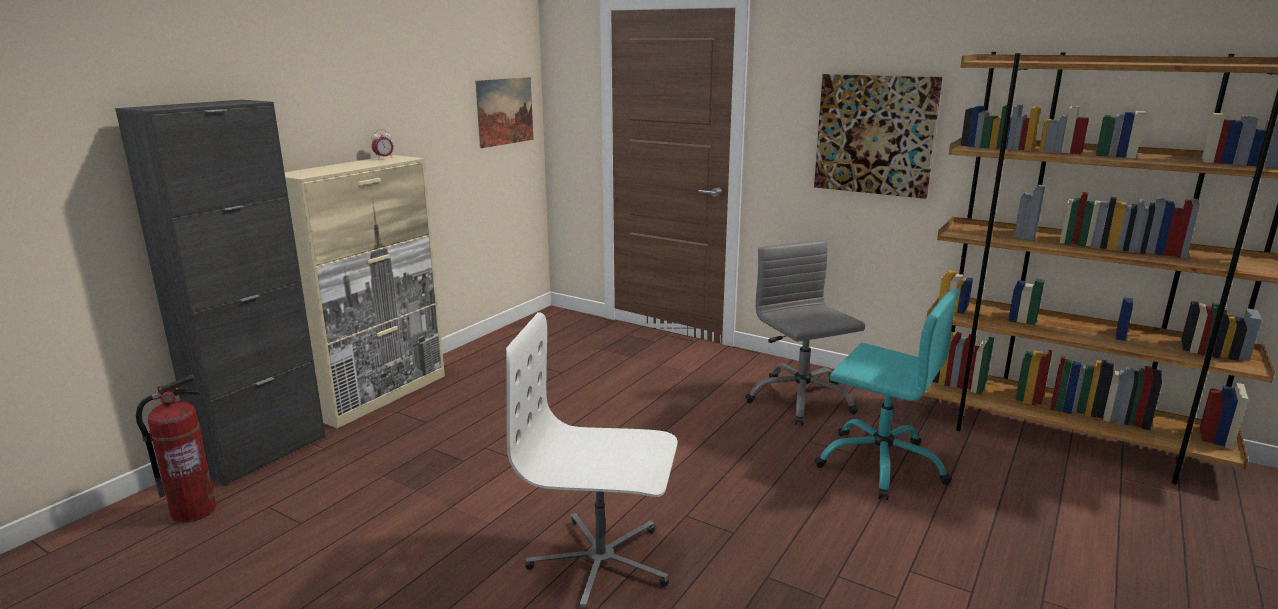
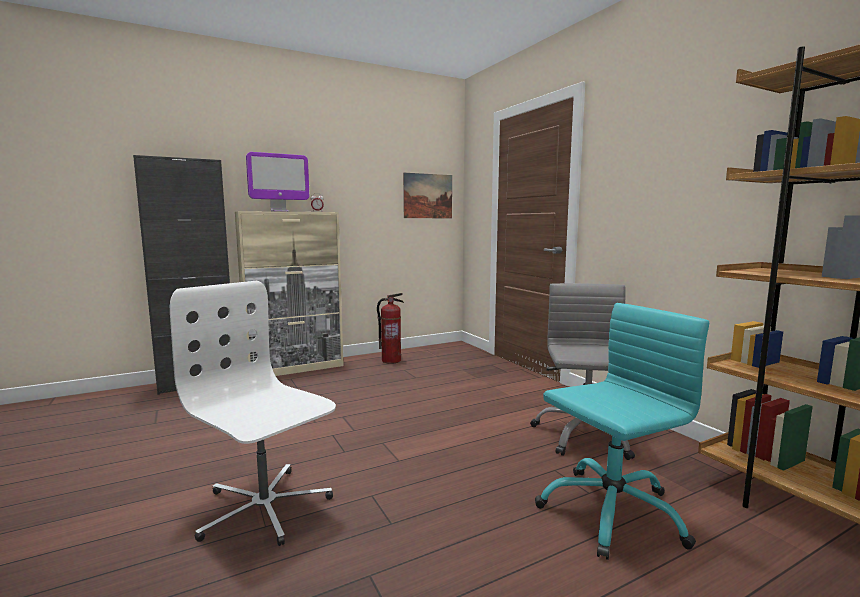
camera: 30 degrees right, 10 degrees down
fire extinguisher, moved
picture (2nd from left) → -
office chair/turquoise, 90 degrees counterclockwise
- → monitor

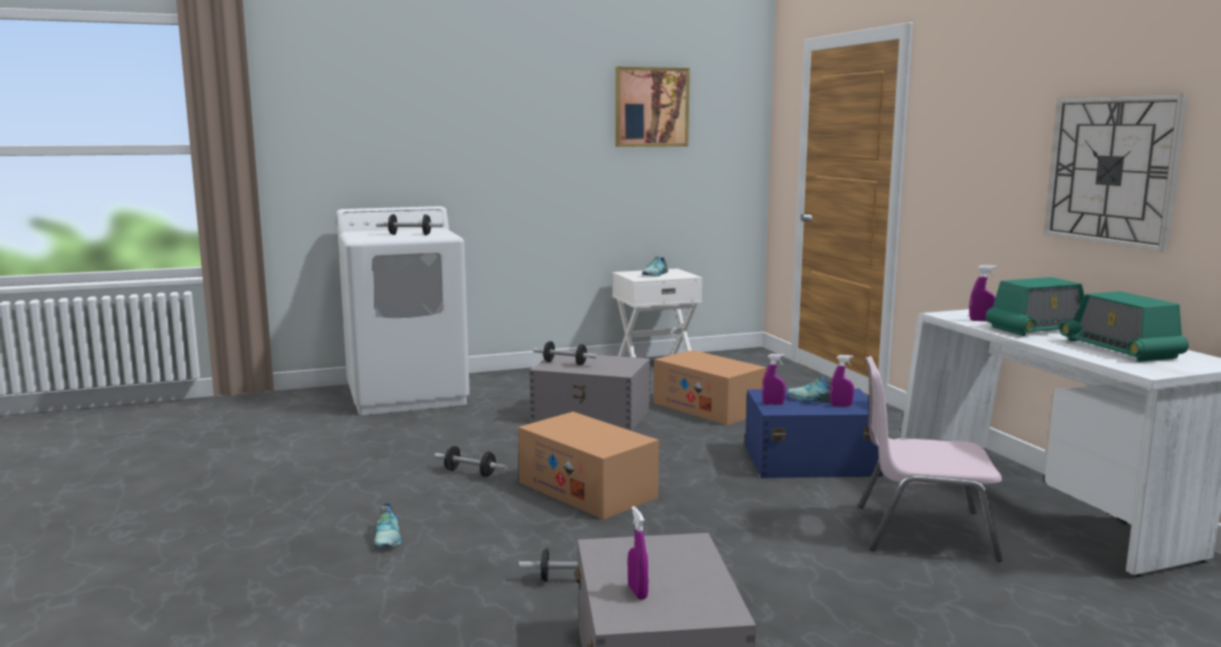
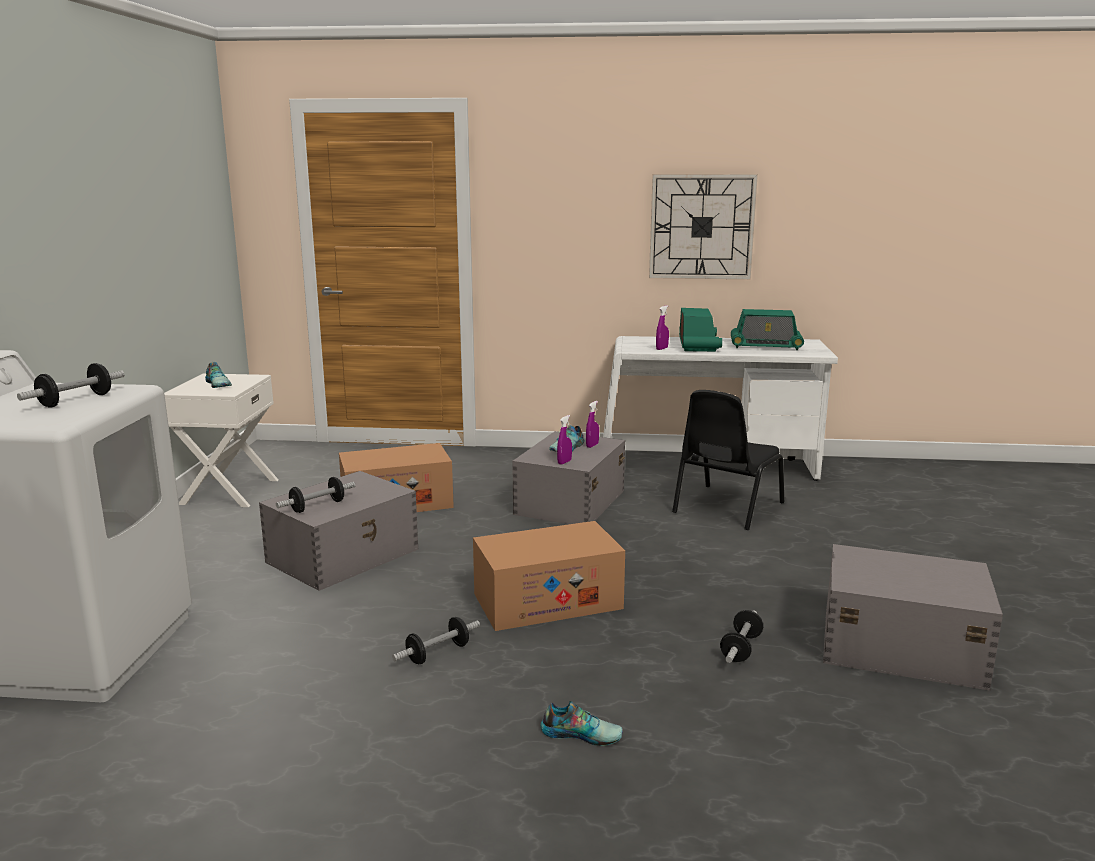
camera: 65 degrees left, 5 degrees up
picture → -
spray bottle/purple (1st from left) → -
storage box/blue → storage box/grey (2nd from left)
chair/pink → chair/black

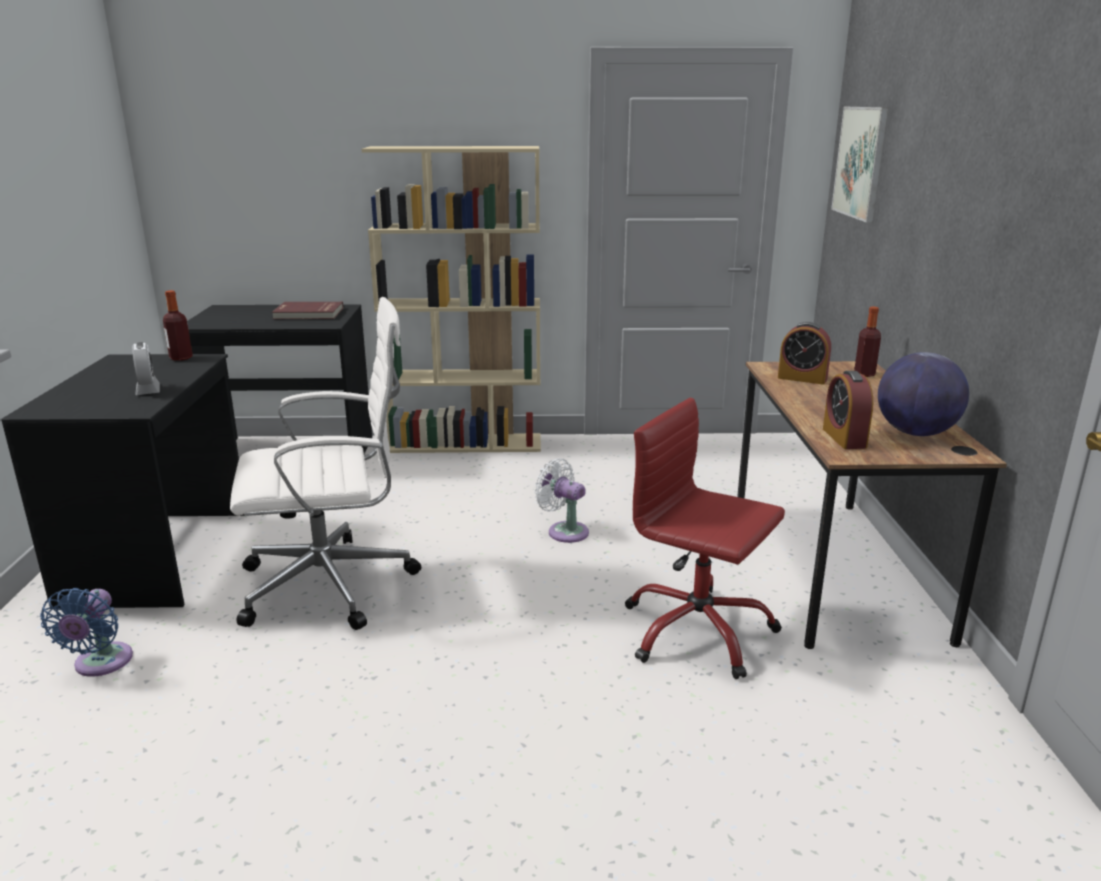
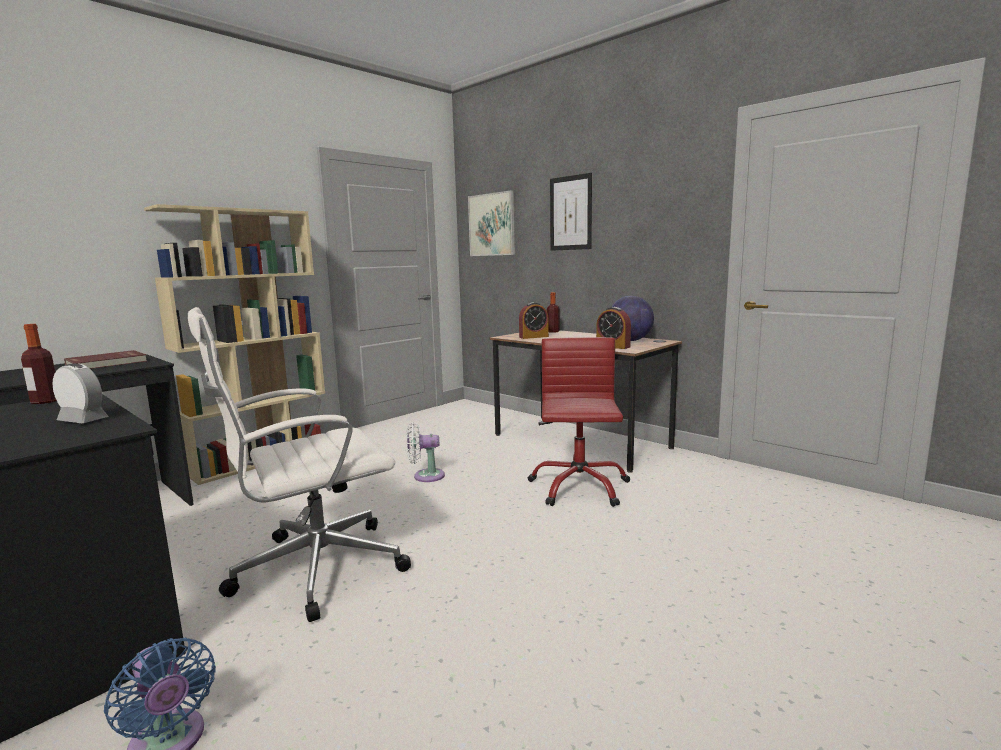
camera: 45 degrees left, 10 degrees down
office chair/white, 150 degrees counterclockwise
office chair/red, 105 degrees clockwise
- → picture (2nd from left)

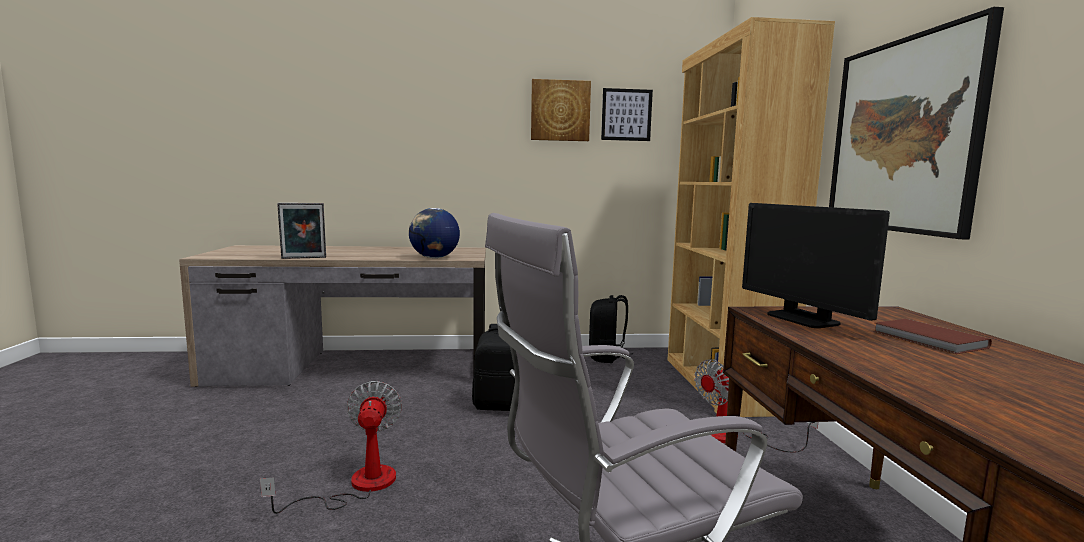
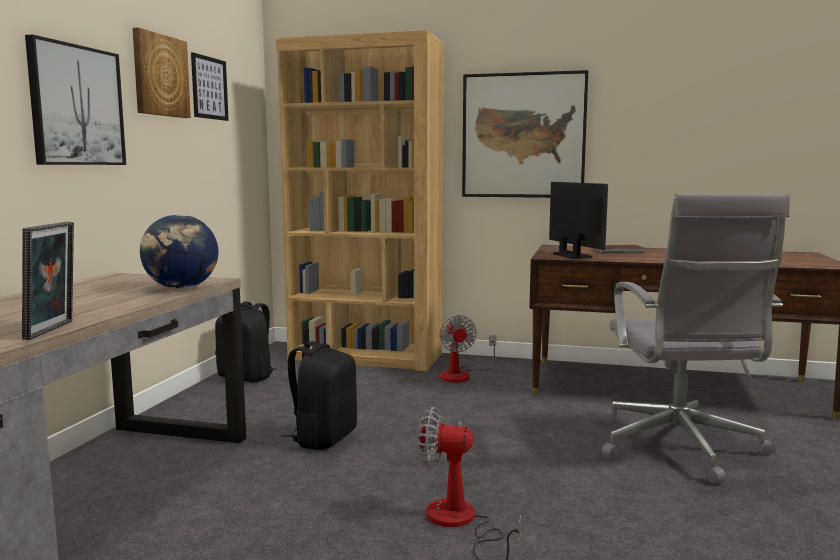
camera: 70 degrees left, 0 degrees up
monitor, 105 degrees counterclockwise
- → picture (1st from left)

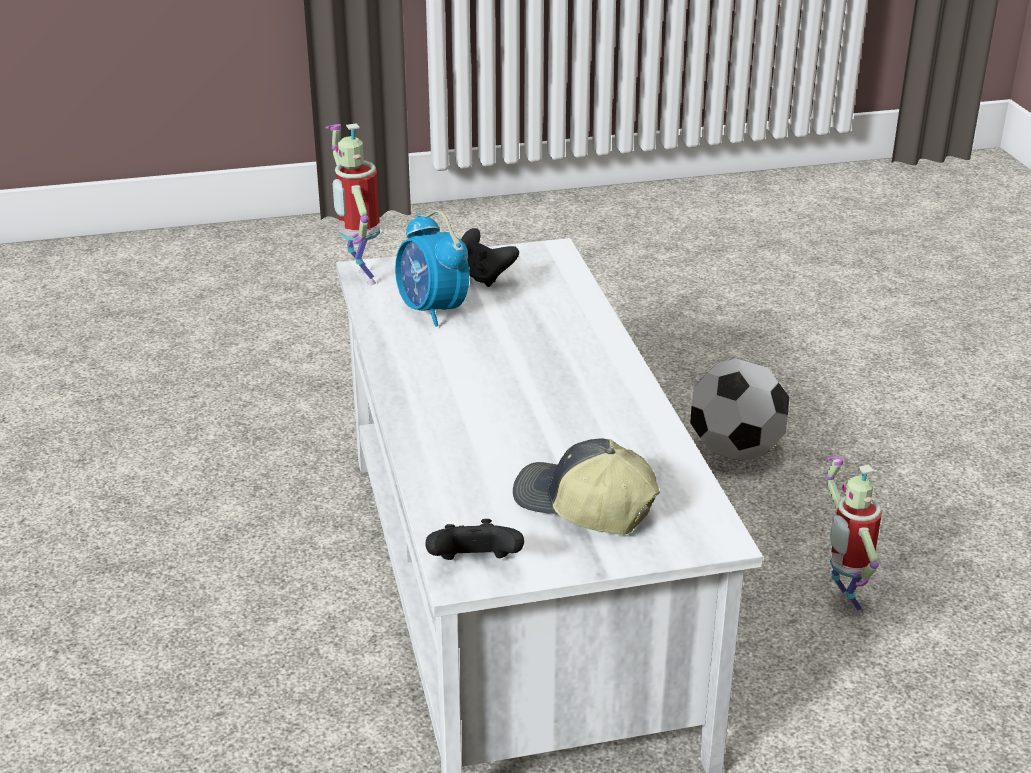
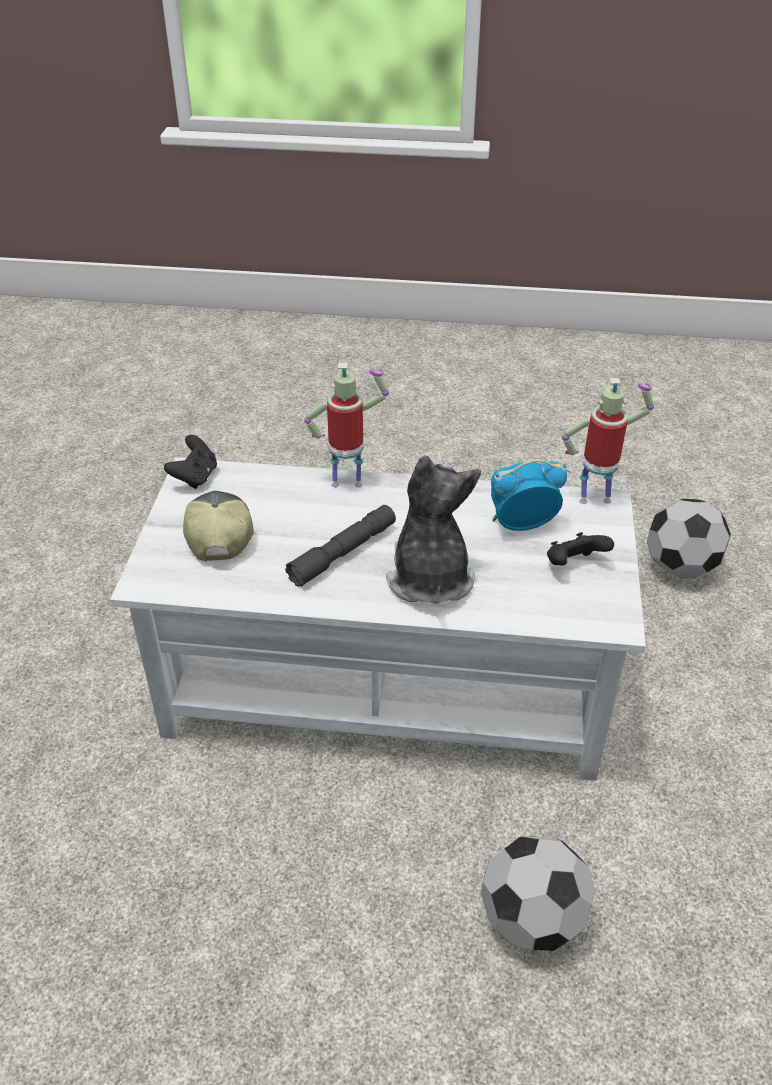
camera: 110 degrees right, 10 degrees up
cap, 60 degrees counterclockwise
toy robot (2nd from left in the first image) → toy robot (1st from left), moved
- → flashlight/grey
- → plush toy
- → football (2nd from left)

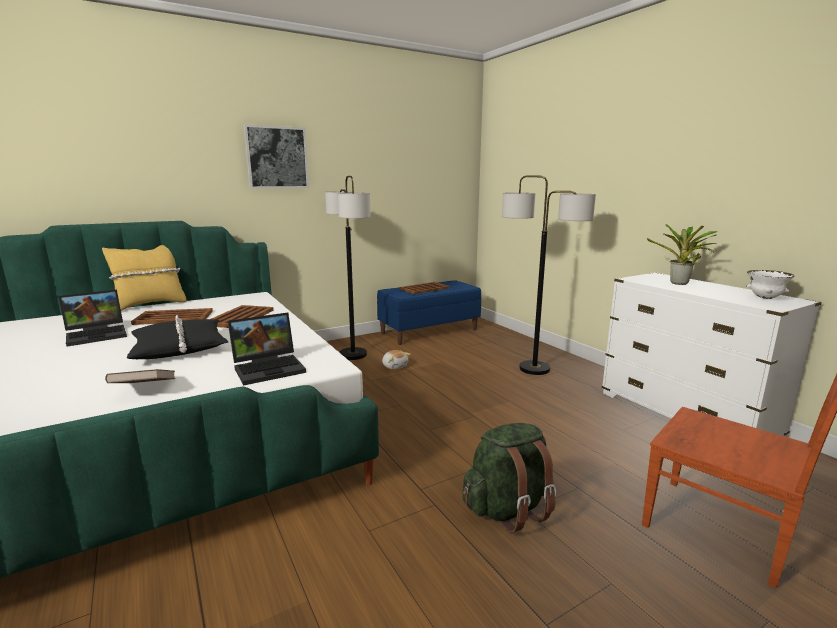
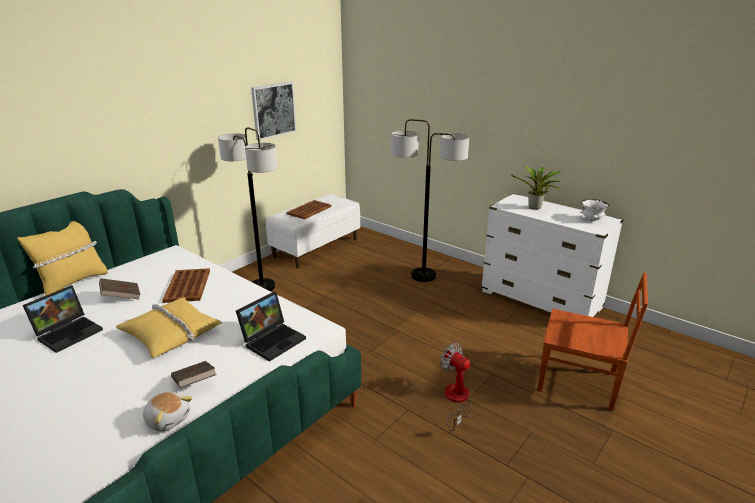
camera: 20 degrees left, 10 degrees up
pillow/black → pillow/yellow (2nd from left)
tray/brown (1st from left) → book/brown (1st from left)
picture, moved
bench/blue → bench/white
plush toy, moved
backpack/green → fan

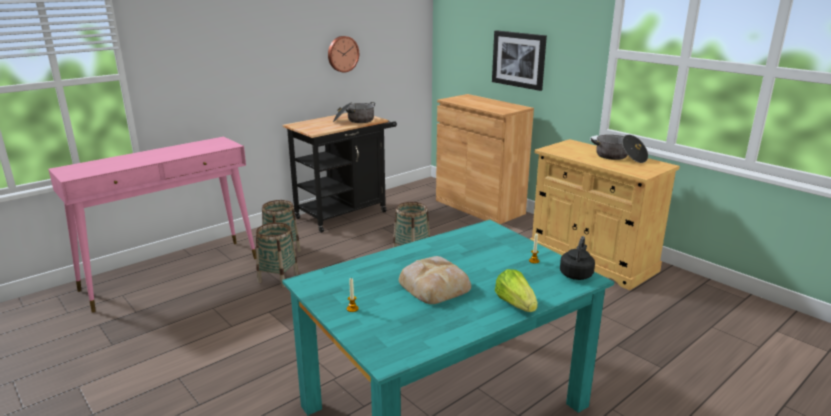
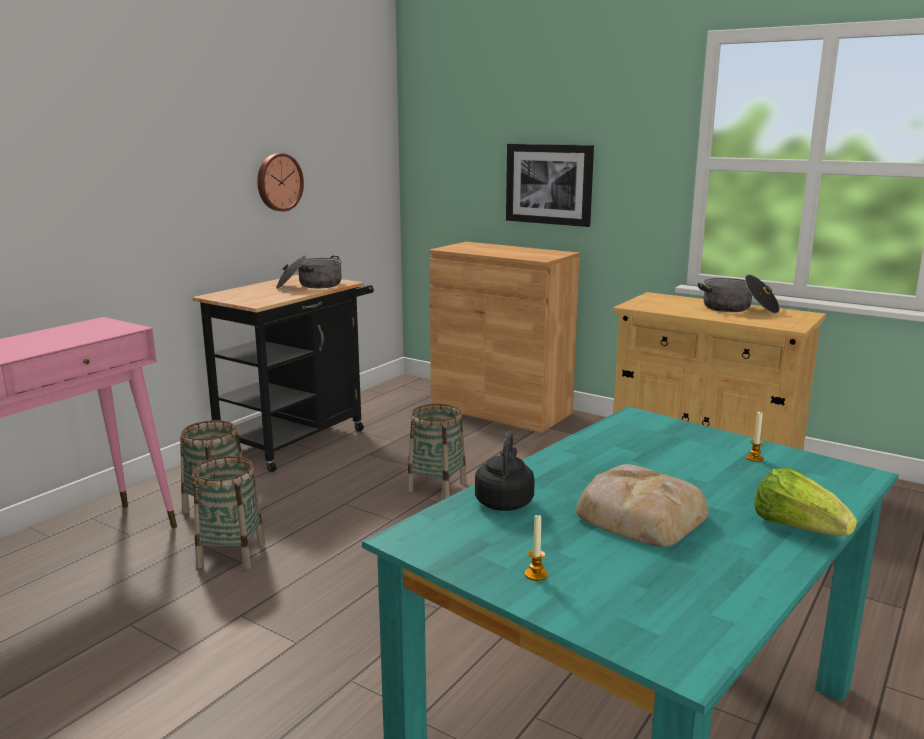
camera: 15 degrees left, 5 degrees down
kettle/black, moved

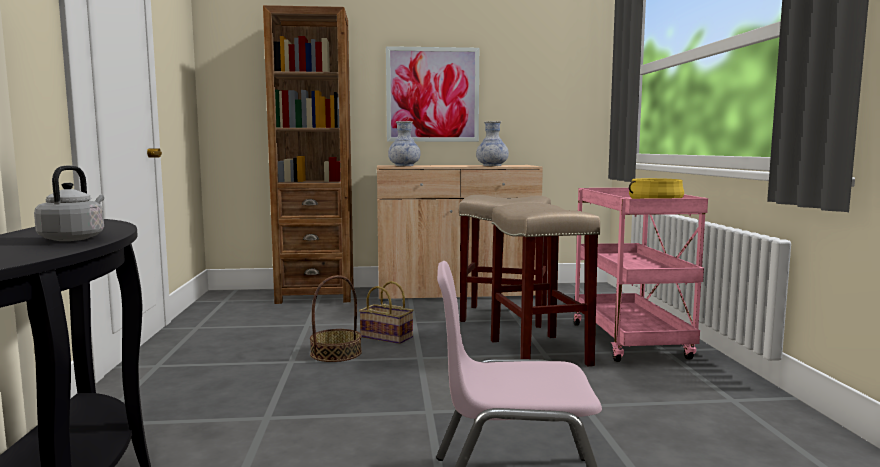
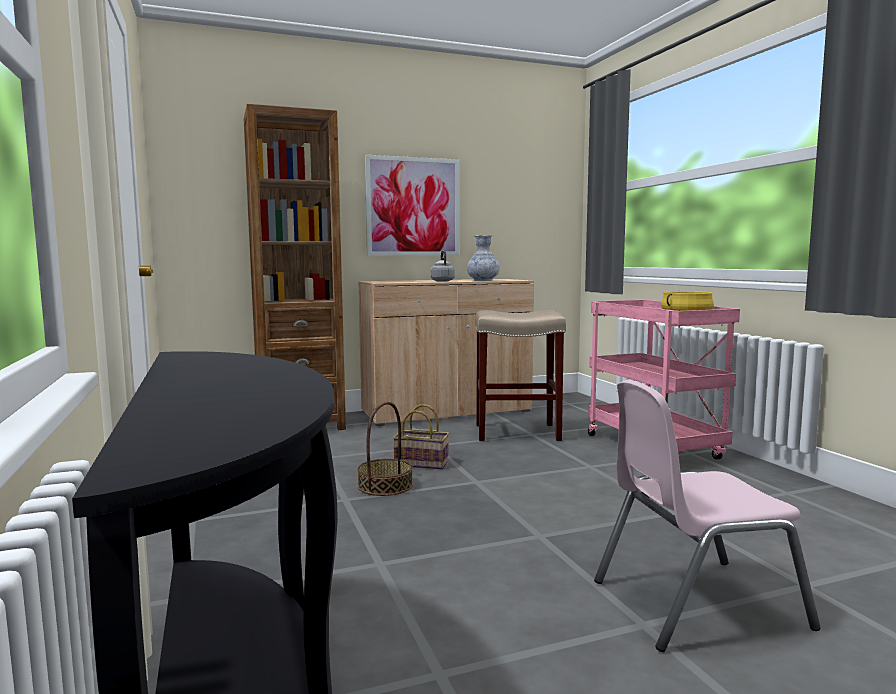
camera: 15 degrees left, 0 degrees up
kettle/grey, moved
vase (1st from left) → -
stool/beige (2nd from left) → -

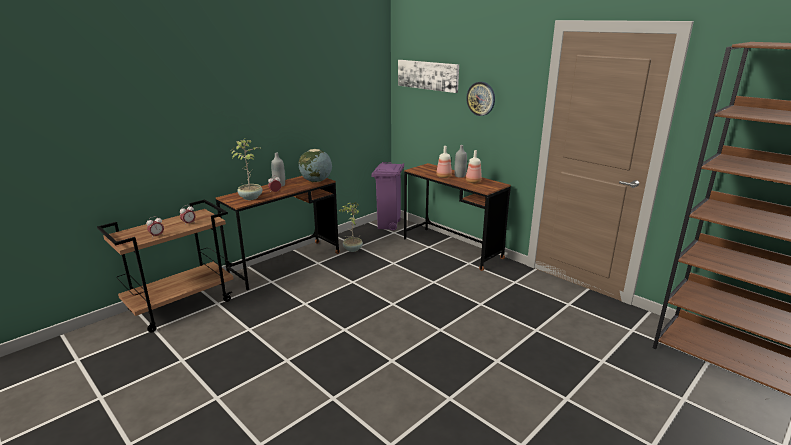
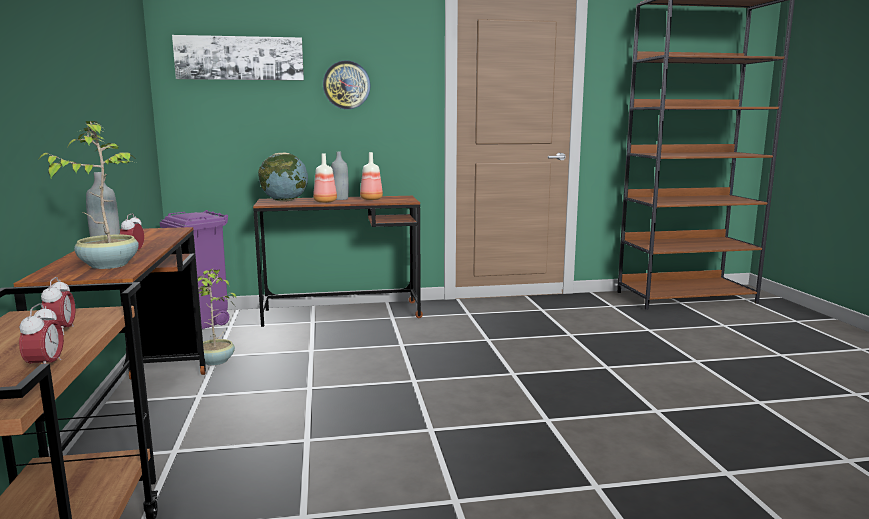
camera: 55 degrees left, 10 degrees down
globe, moved

